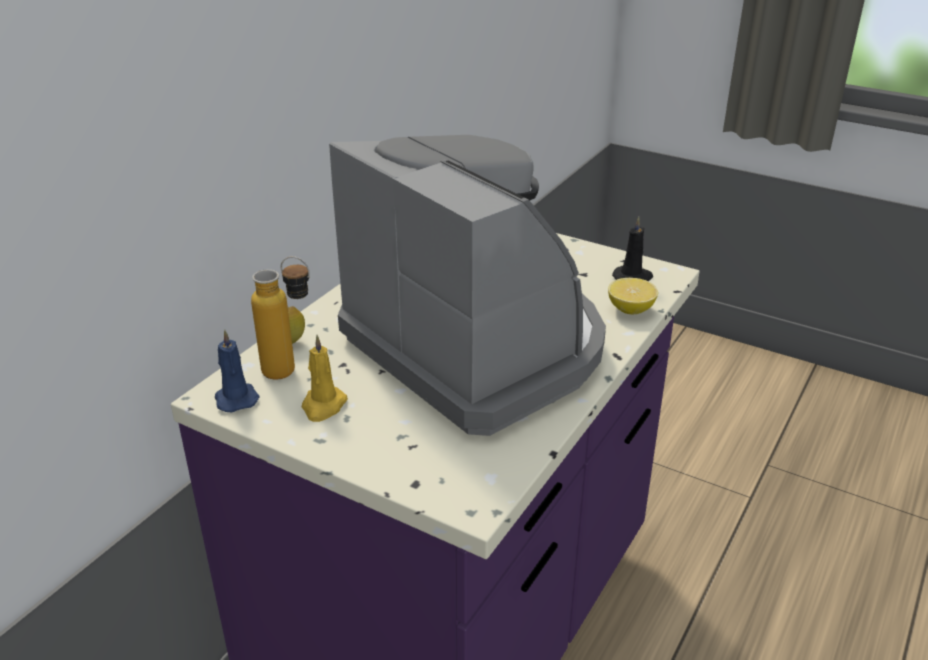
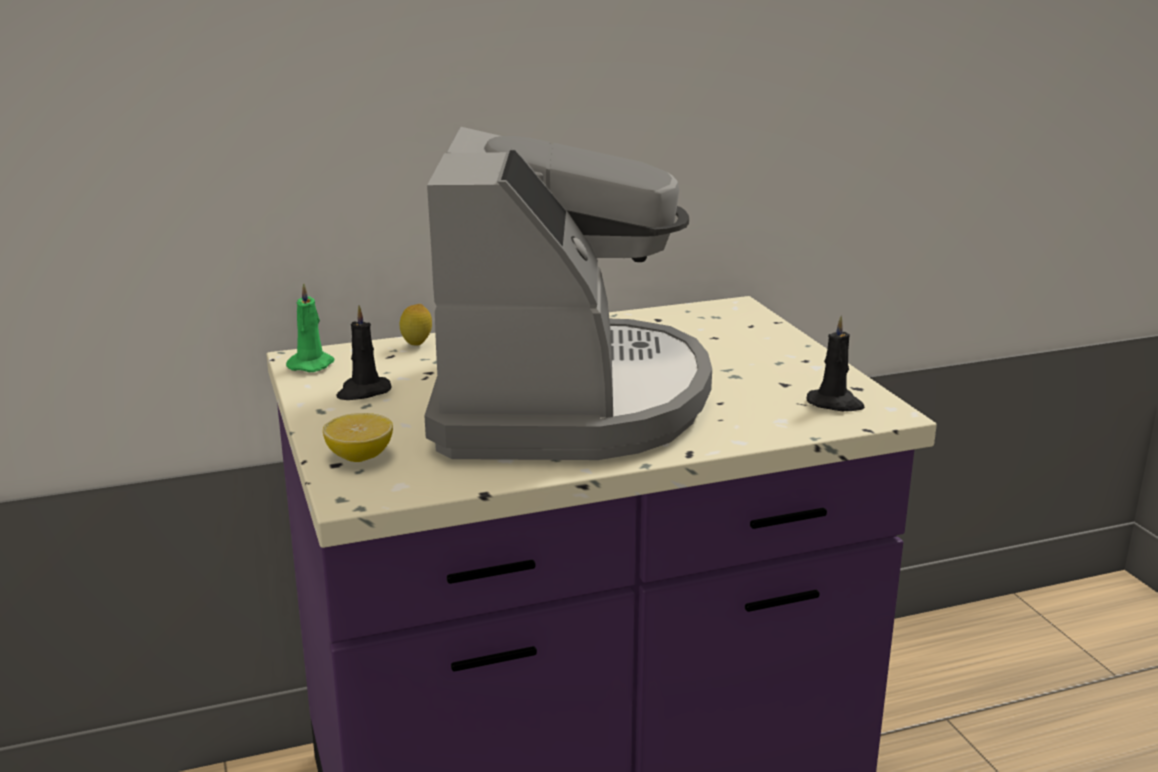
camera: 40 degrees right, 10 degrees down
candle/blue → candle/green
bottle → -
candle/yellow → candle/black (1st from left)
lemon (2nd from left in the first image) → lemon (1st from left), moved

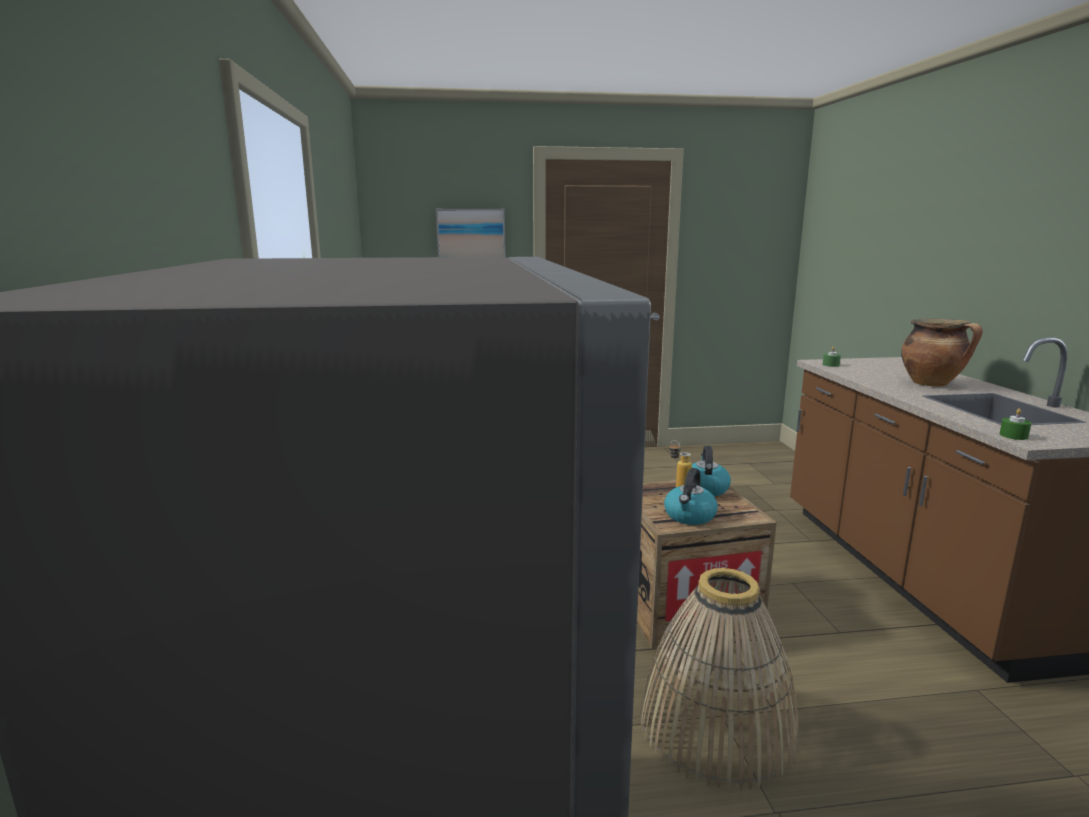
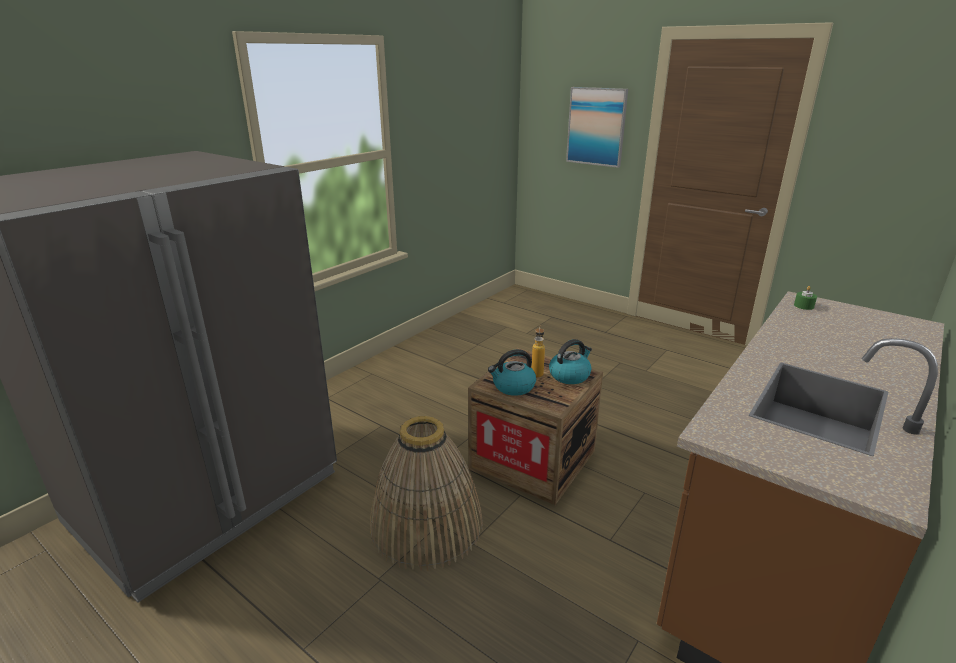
camera: 45 degrees right, 10 degrees up
cooking pot → -
candle/green (2nd from left) → -

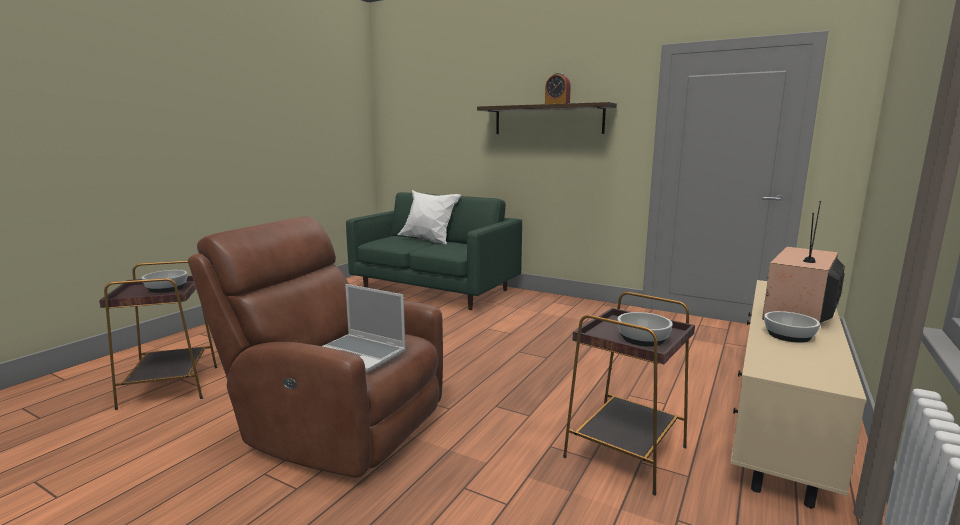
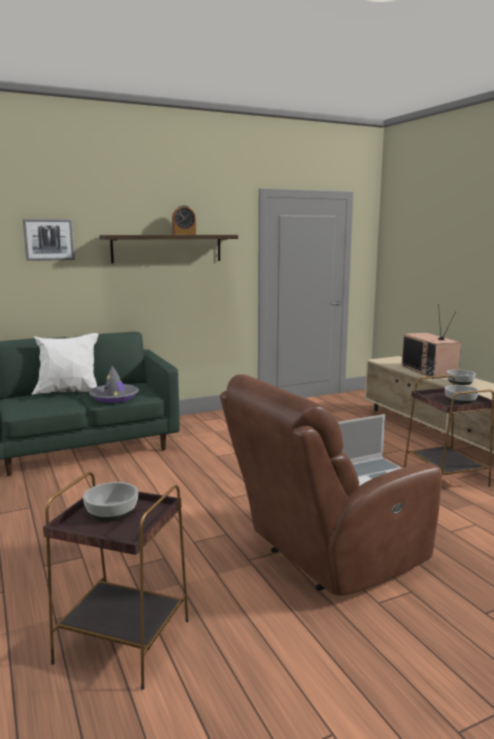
camera: 55 degrees left, 0 degrees up
- → picture
- → hat/grey

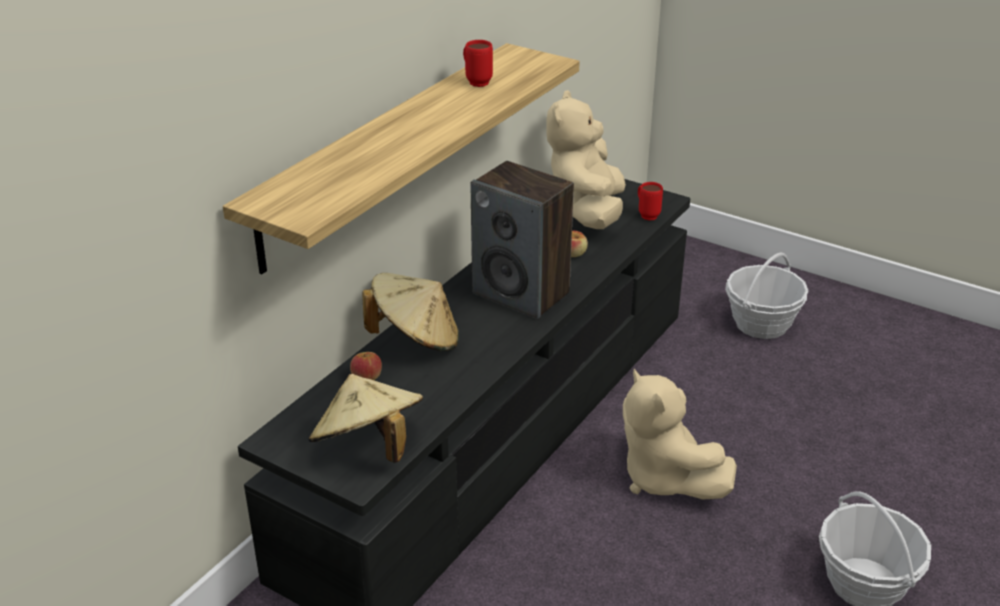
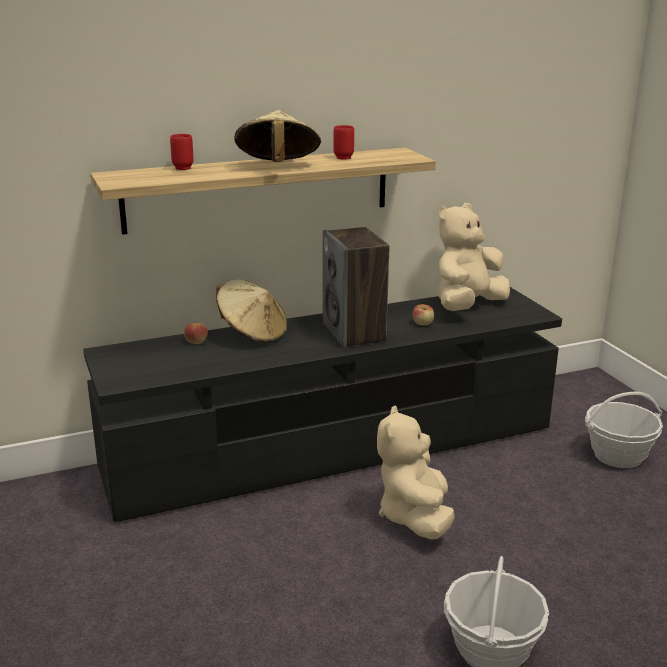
camera: 35 degrees right, 10 degrees down
hat/beige (1st from left in the first image) → hat/beige (2nd from left), moved
mug/red (2nd from left in the first image) → mug/red (1st from left), moved

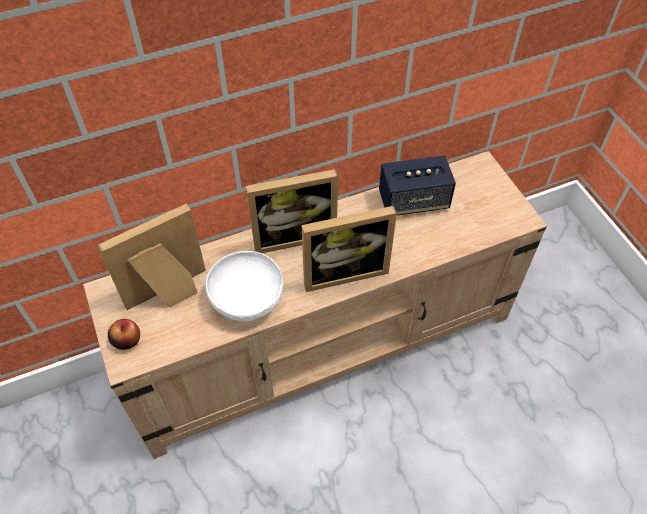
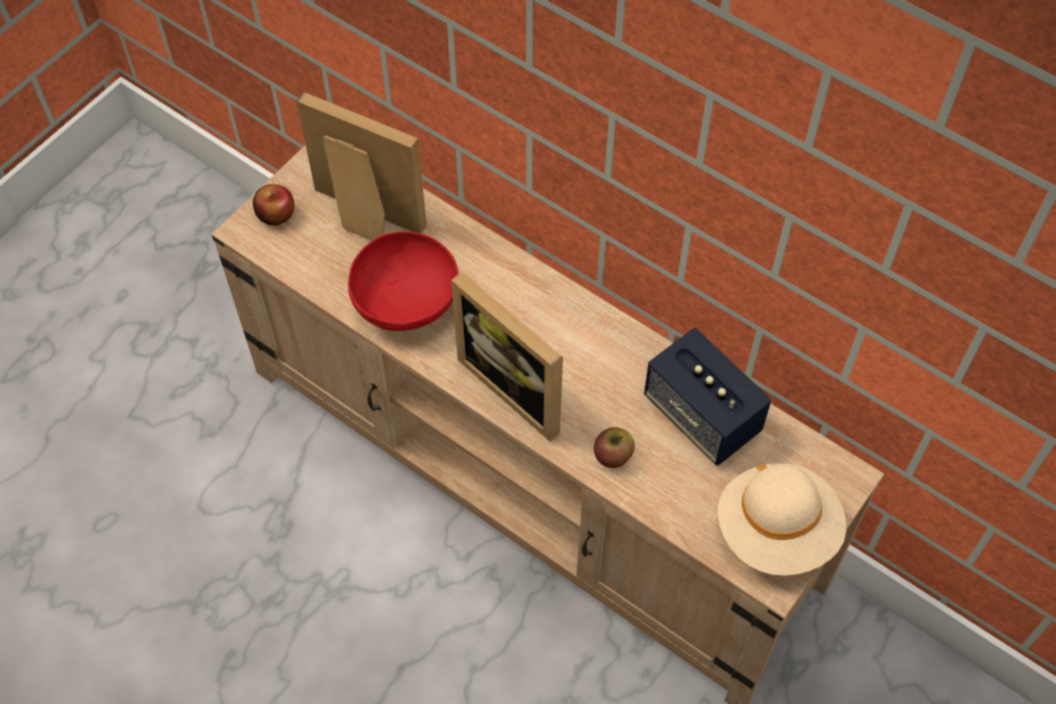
camera: 60 degrees right, 5 degrees up
bowl/white → bowl/red
picture frame (2nd from left) → -
- → apple (2nd from left)
- → hat/beige

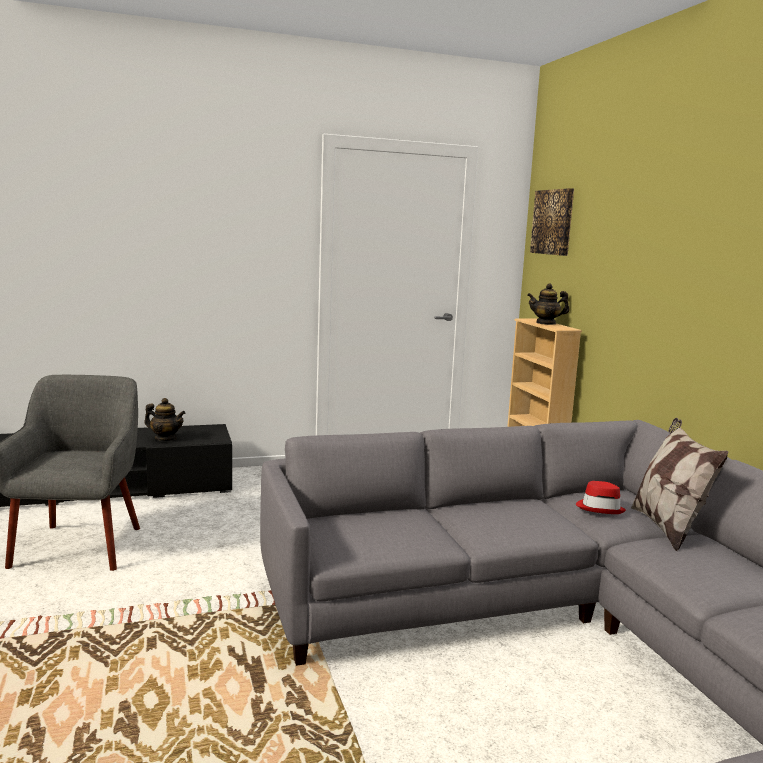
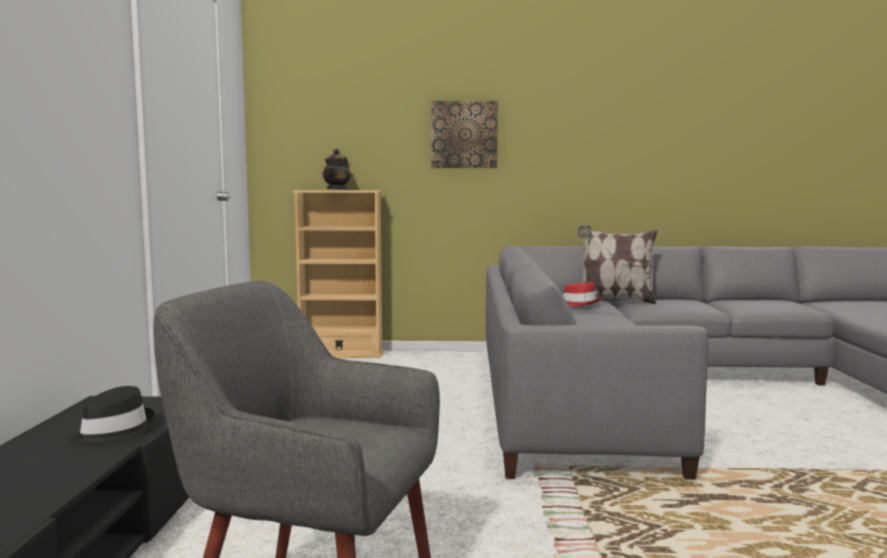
camera: 70 degrees left, 5 degrees down
teapot (1st from left) → hat/black
picture, moved

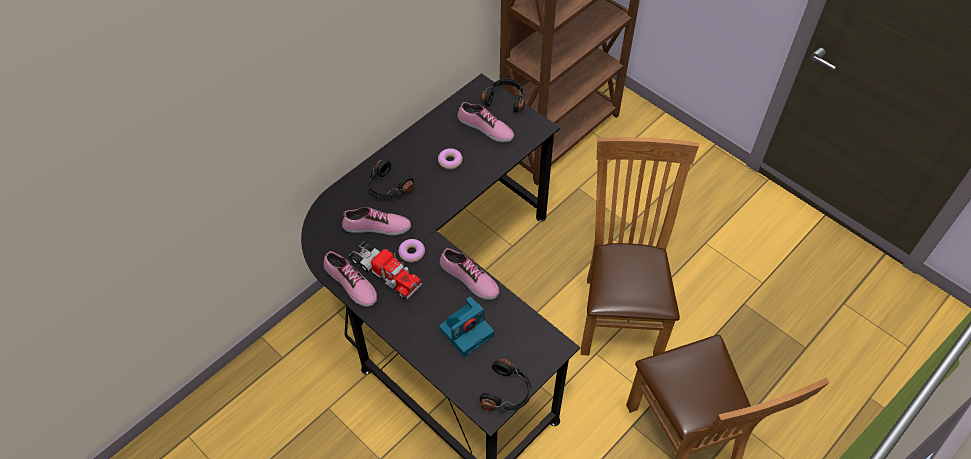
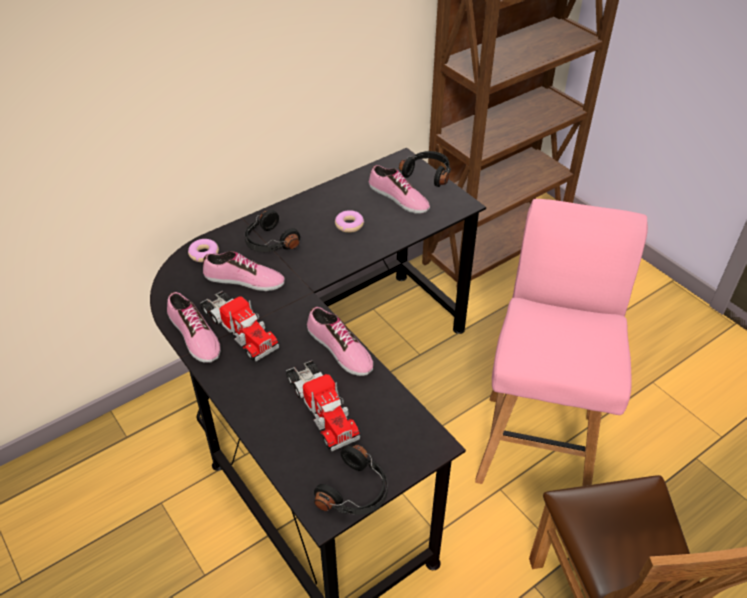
camera: 10 degrees right, 10 degrees down
donut (1st from left), moved
photo camera → toy truck (2nd from left)
chair/brown (1st from left) → stool/pink

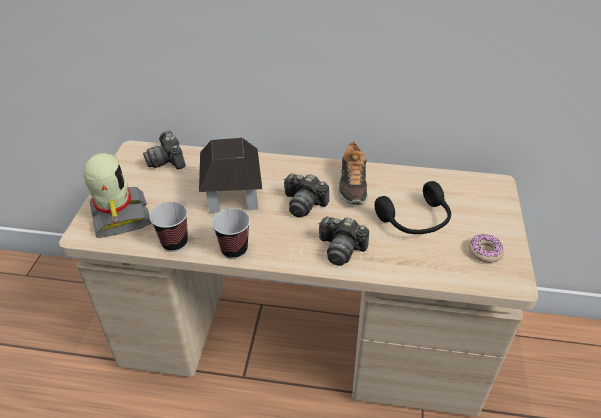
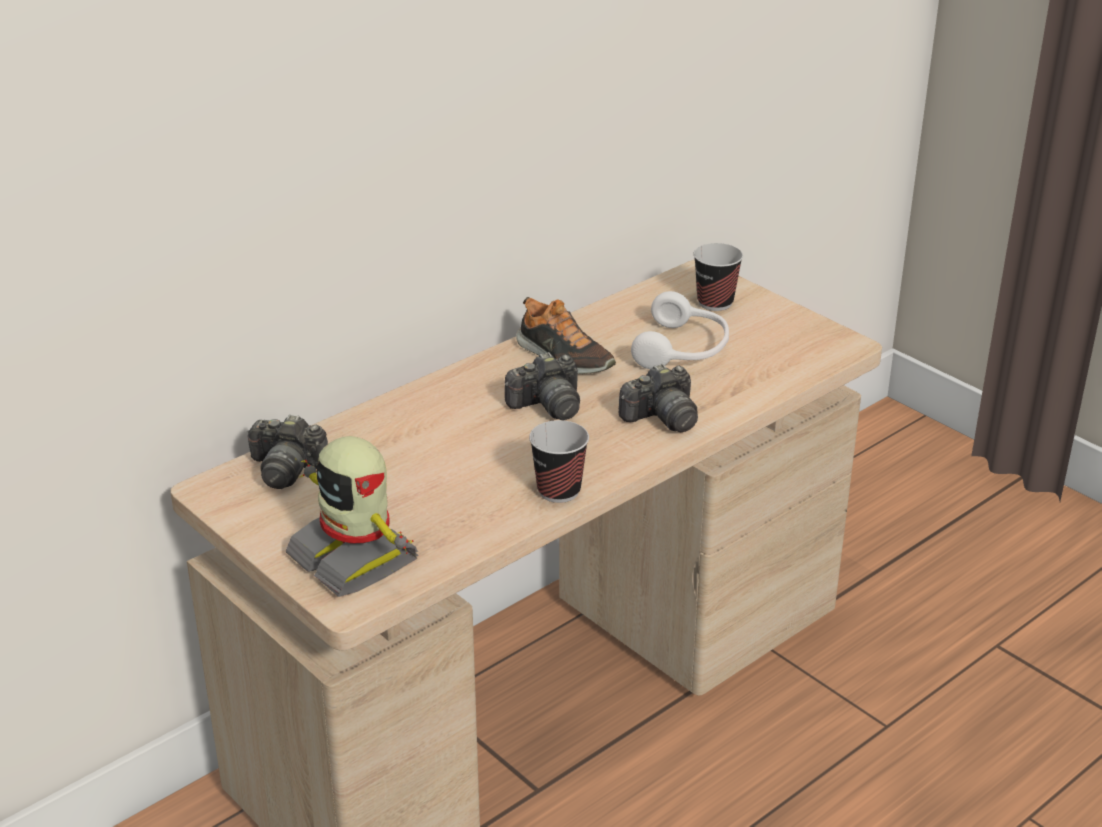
camera: 50 degrees left, 10 degrees down
toy robot, 150 degrees counterclockwise
cup (1st from left in the first image) → cup (2nd from left), moved
toy house → -
headphones/black → headphones/white
donut → -

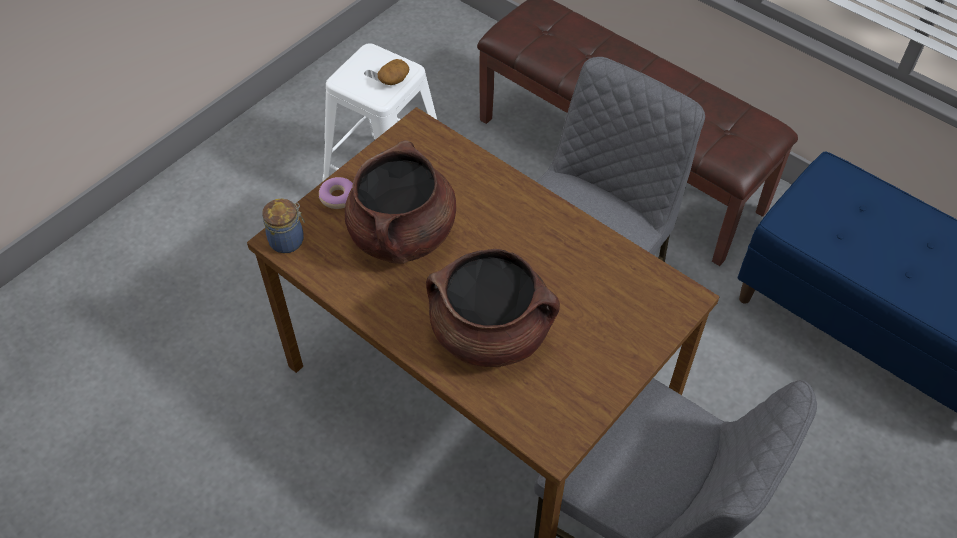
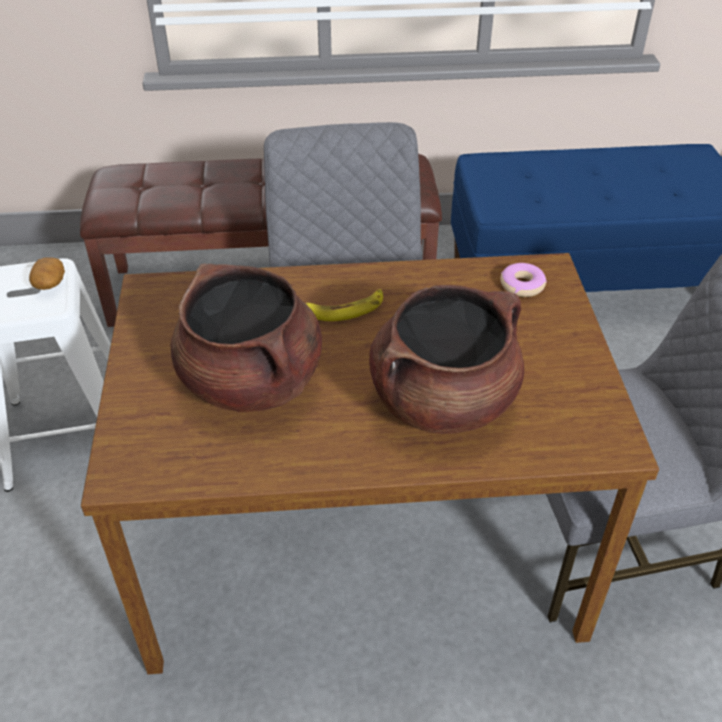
camera: 45 degrees left, 10 degrees down
jar → -
donut, moved
- → banana

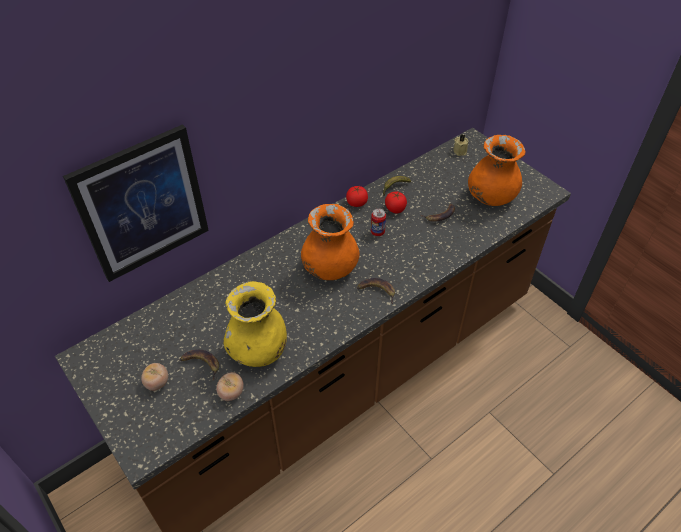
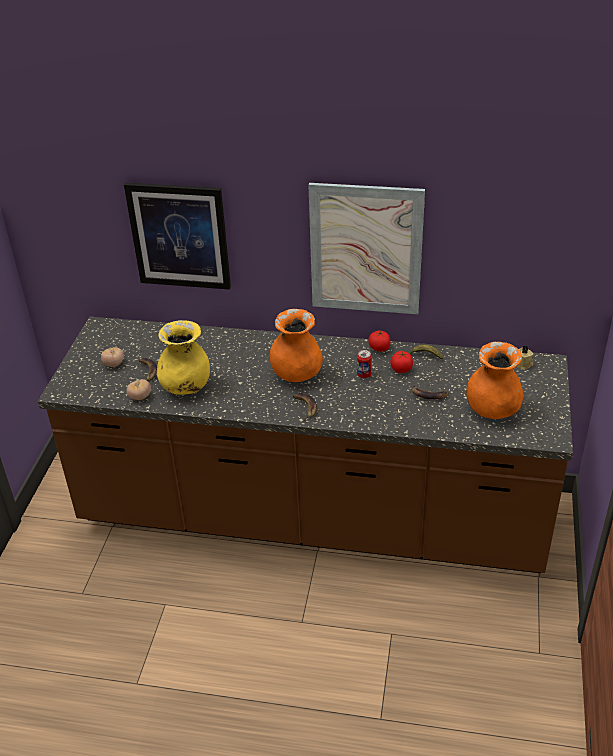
camera: 50 degrees right, 10 degrees down
- → picture (2nd from left)

